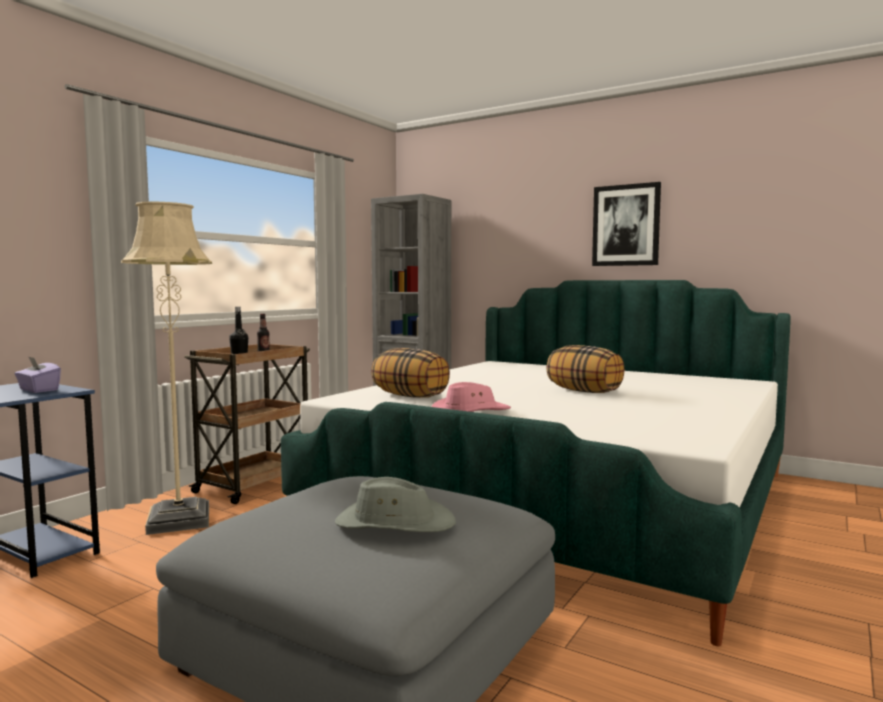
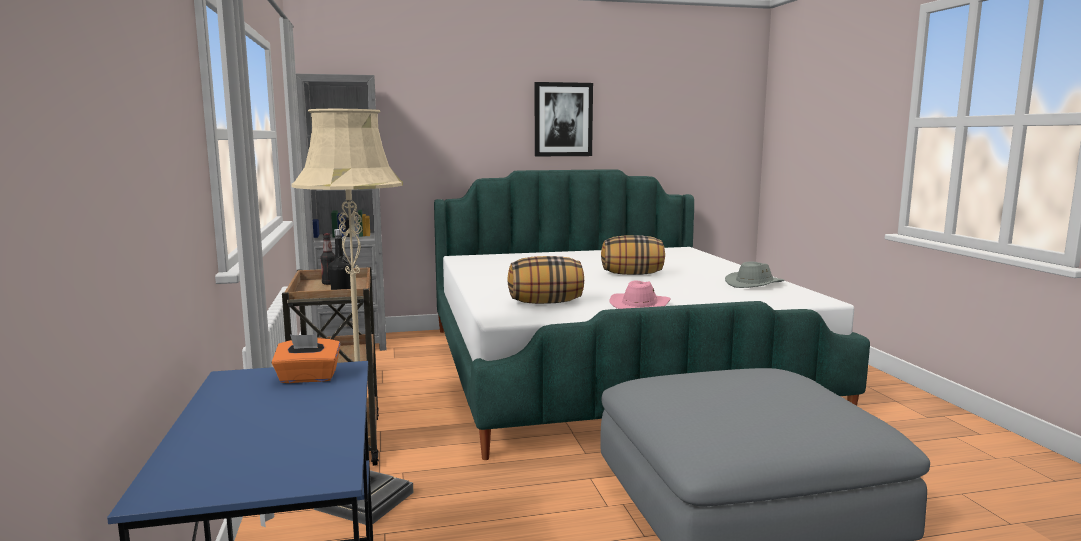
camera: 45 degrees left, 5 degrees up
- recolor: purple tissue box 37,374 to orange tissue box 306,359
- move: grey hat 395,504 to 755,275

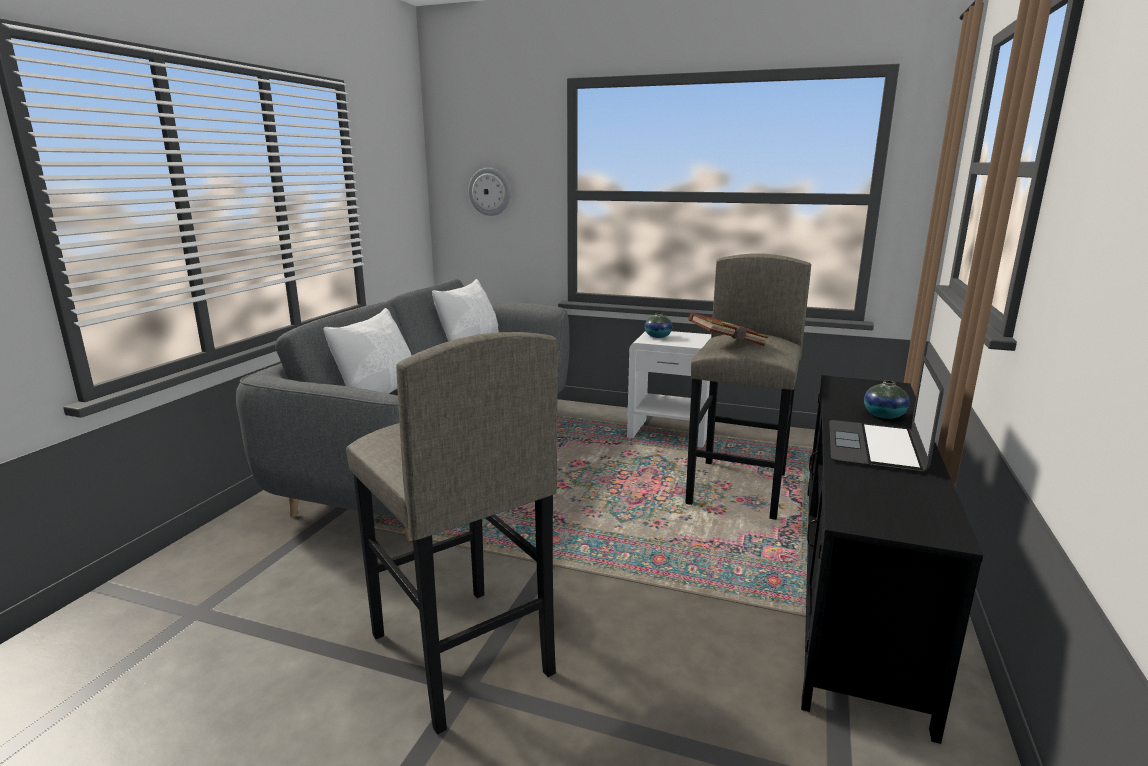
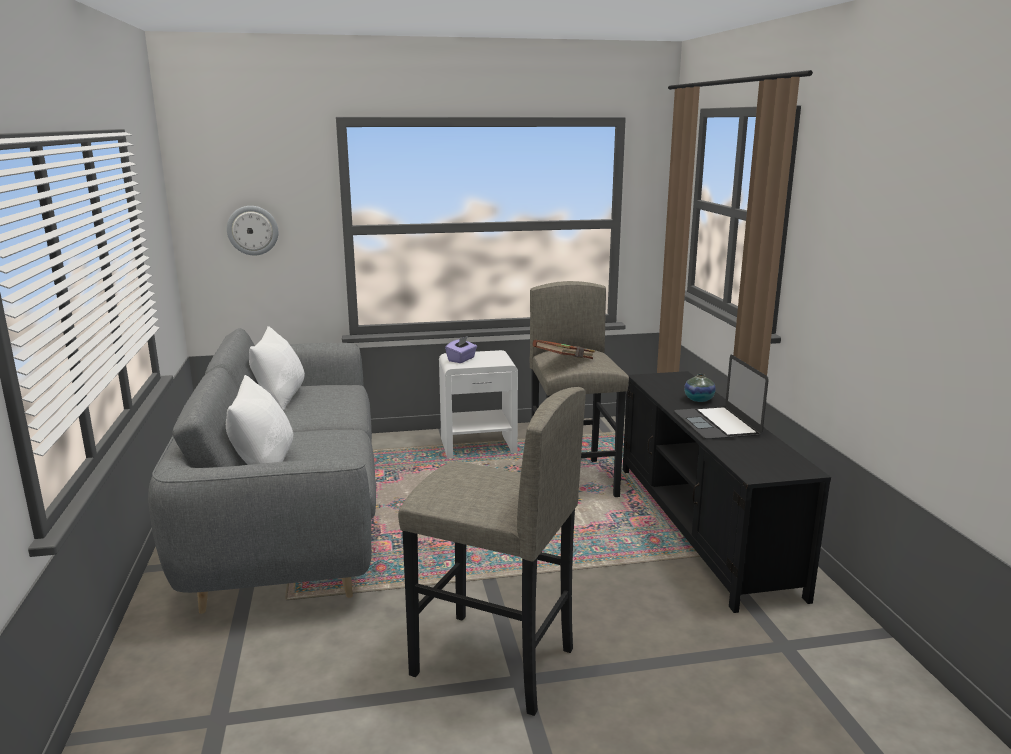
camera: 30 degrees left, 0 degrees up
- replace: vase 658,325 to purple tissue box 461,349

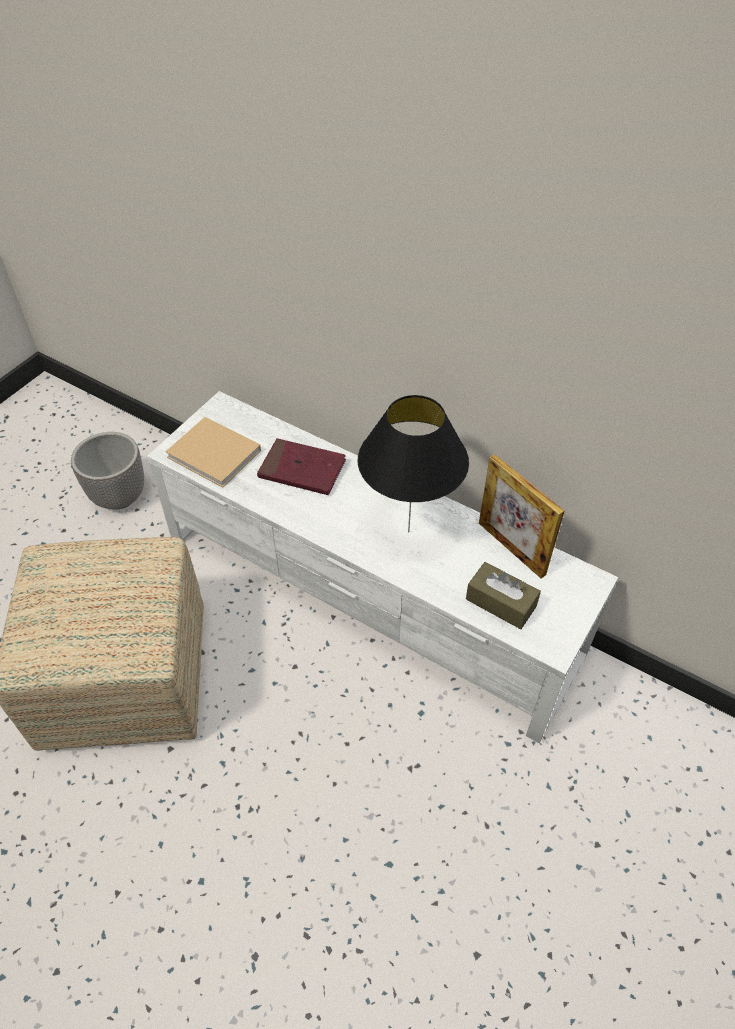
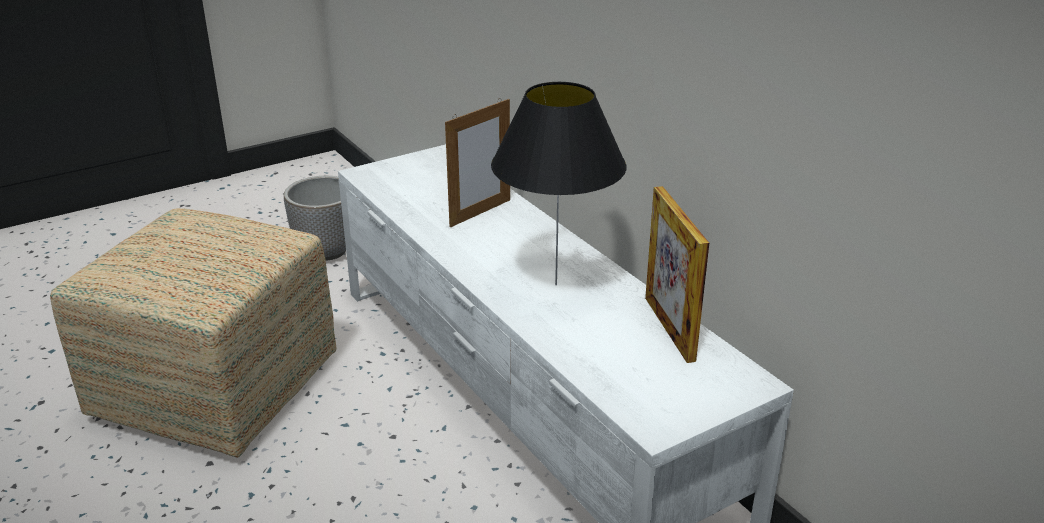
camera: 25 degrees right, 20 degrees down
- delete: beige book 213,452
- replace: red book 301,466 to picture frame 477,163
- delete: brown tissue box 503,595

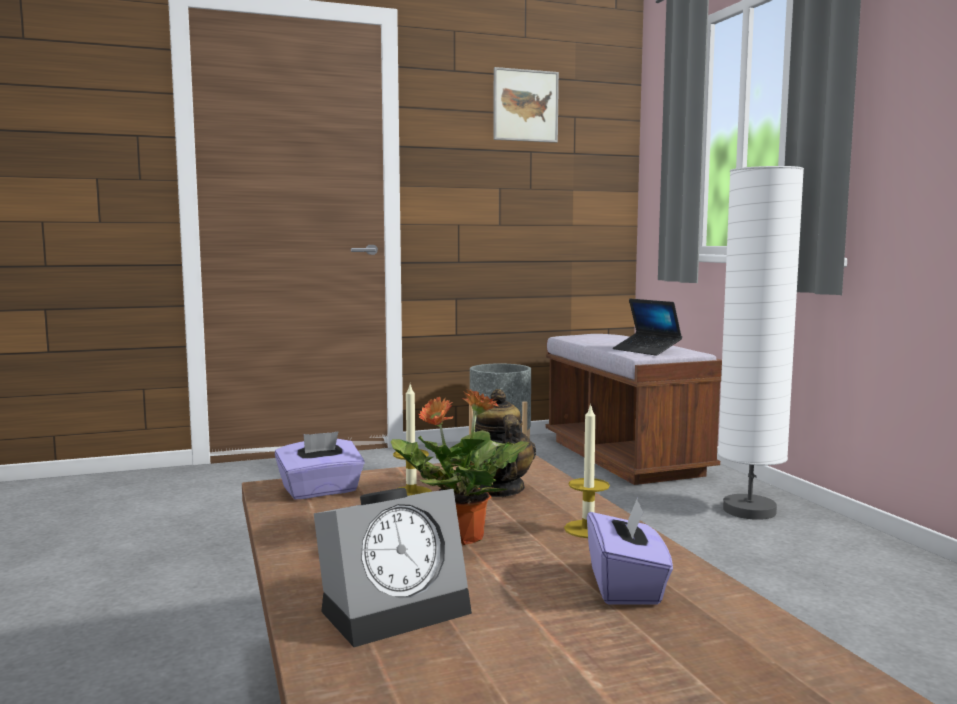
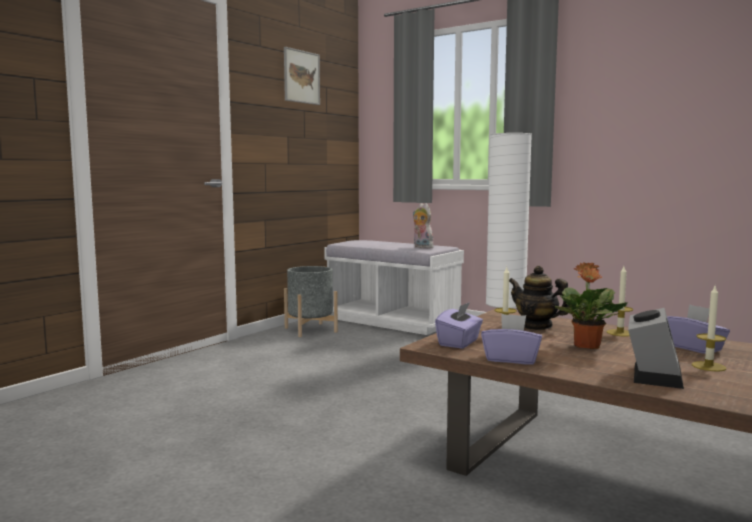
camera: 35 degrees left, 0 degrees up
- replace: laptop 647,327 to plush toy 423,226
- recolor: brown bench 633,409 to white bench 394,287
- insert: candle 709,329
- insert: purple tissue box 511,339

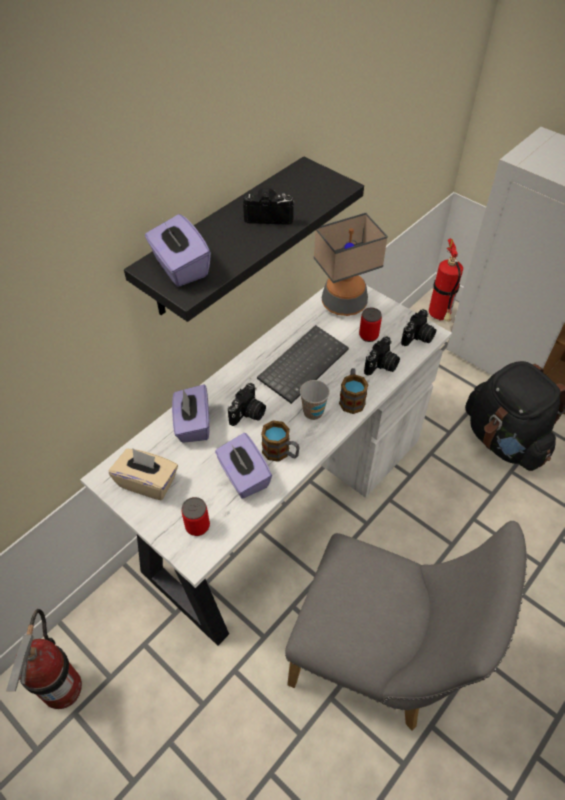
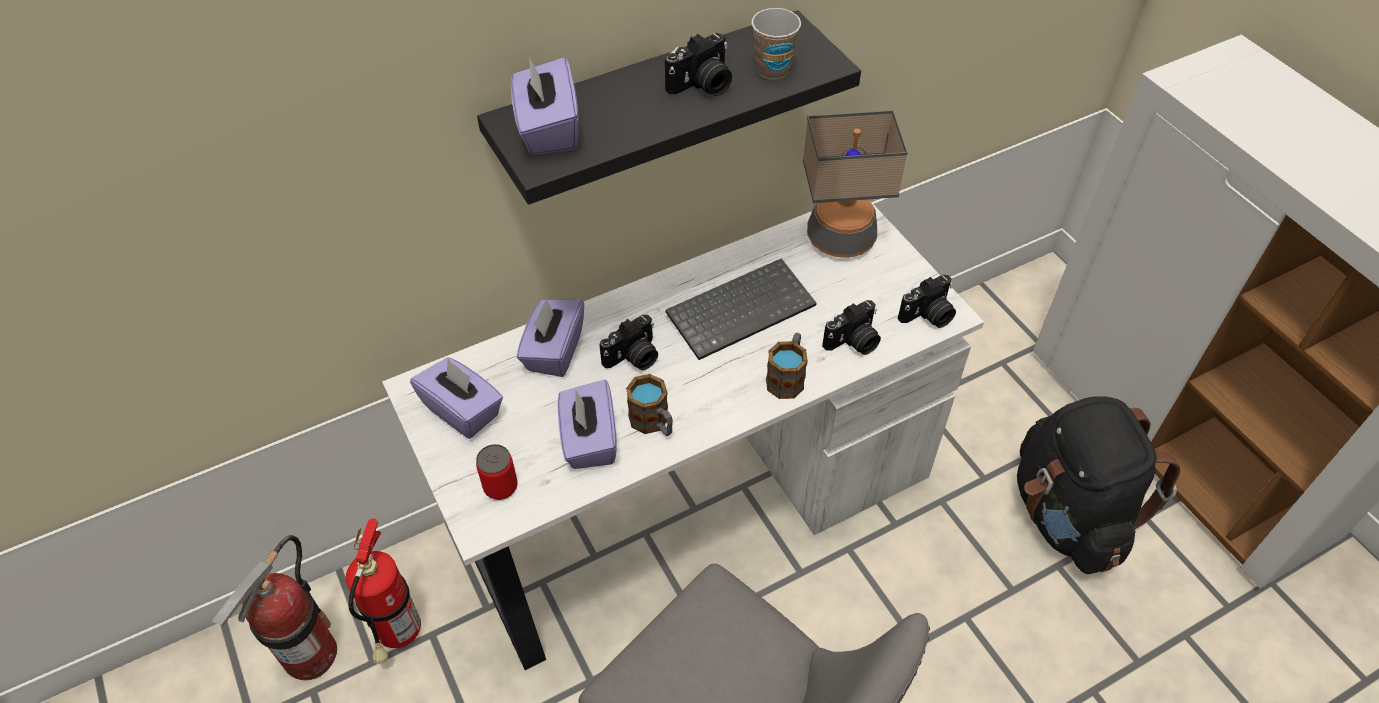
camera: 20 degrees right, 0 degrees up
- rotate: photo camera 268,206 = 698,64 120 degrees clockwise
- move: fire extinguisher 446,280 to 383,591
- delete: can 370,325
- move: cup 315,400 to 776,44
- recolor: beige tissue box 143,474 to purple tissue box 456,398

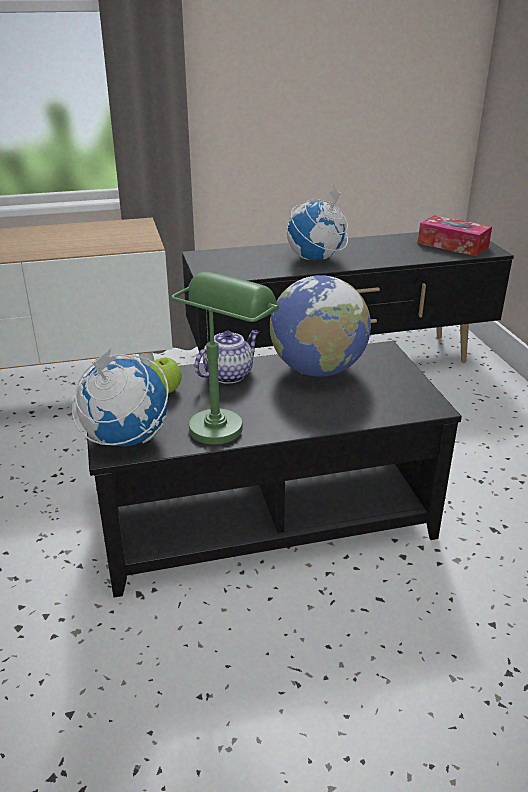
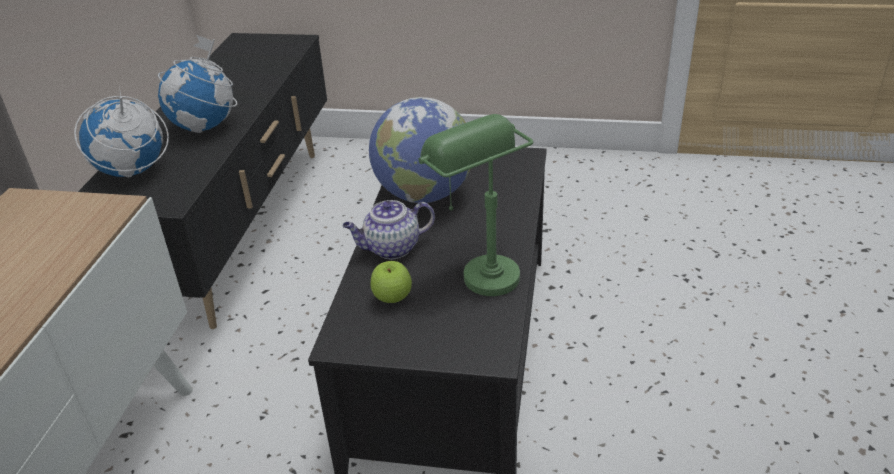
camera: 65 degrees left, 5 degrees up
- delete: tissue box 455,235
- rotate: teapot 226,357 = 389,230 90 degrees counterclockwise
- move: globe 120,397 to 121,131

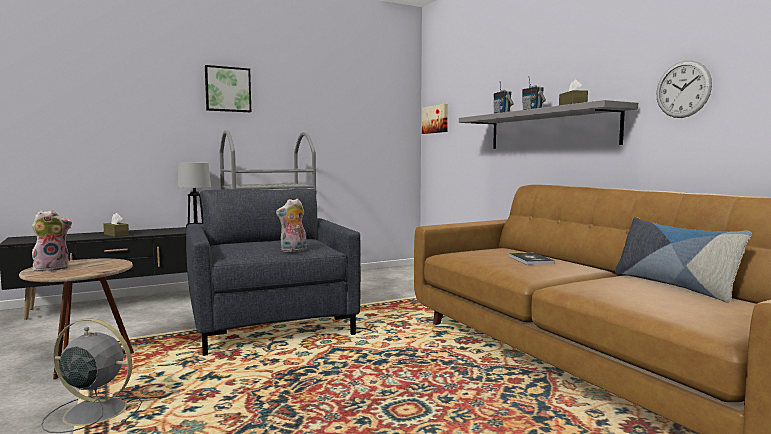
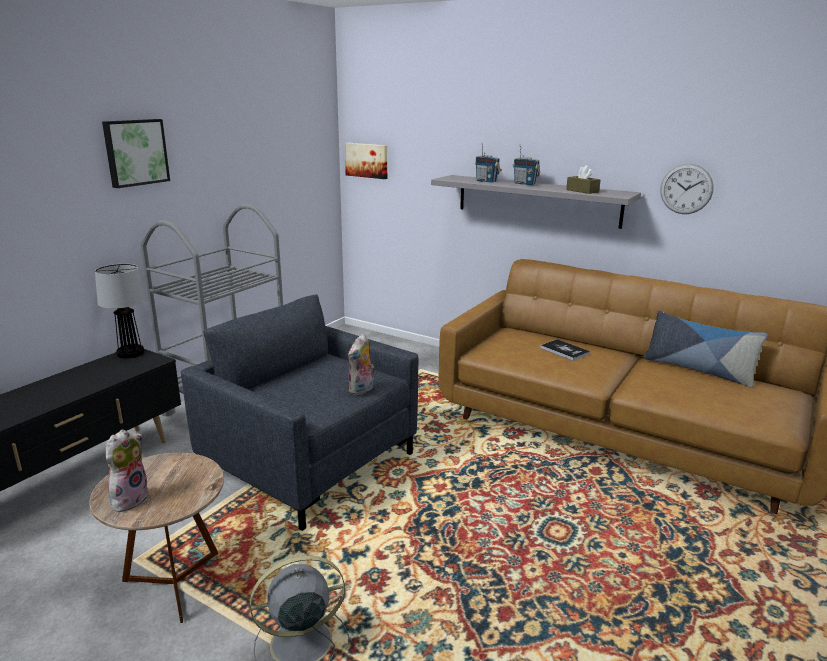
camera: 30 degrees left, 15 degrees up
- delete: brown tissue box 116,225

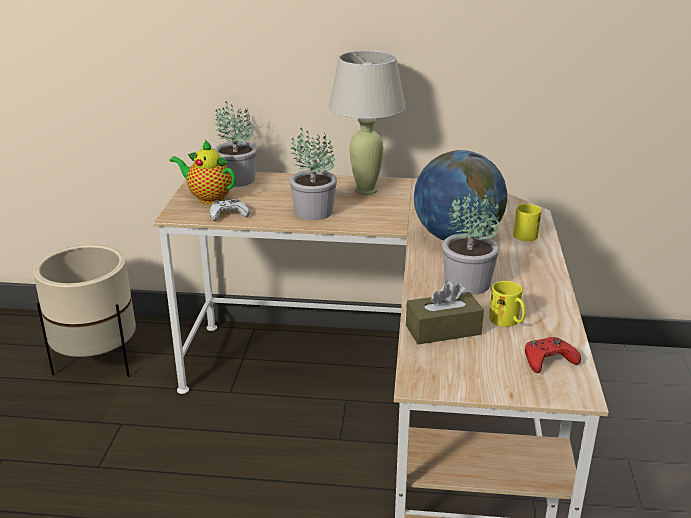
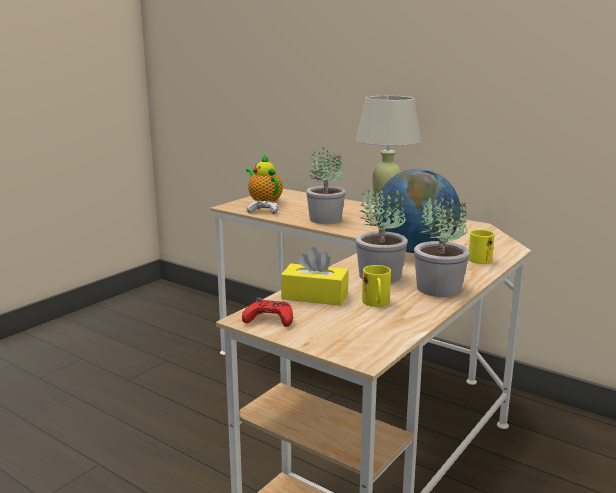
camera: 30 degrees right, 10 degrees down
- move: potted plant 235,144 to 442,243
- delete: beige planter 84,310
- recolor: brown tissue box 445,312 to yellow tissue box 315,276
- move: red game controller 553,355 to 267,312

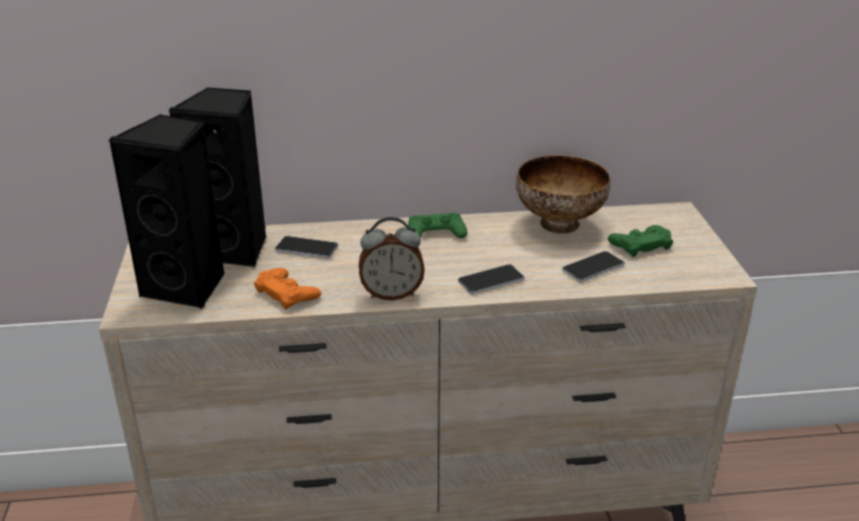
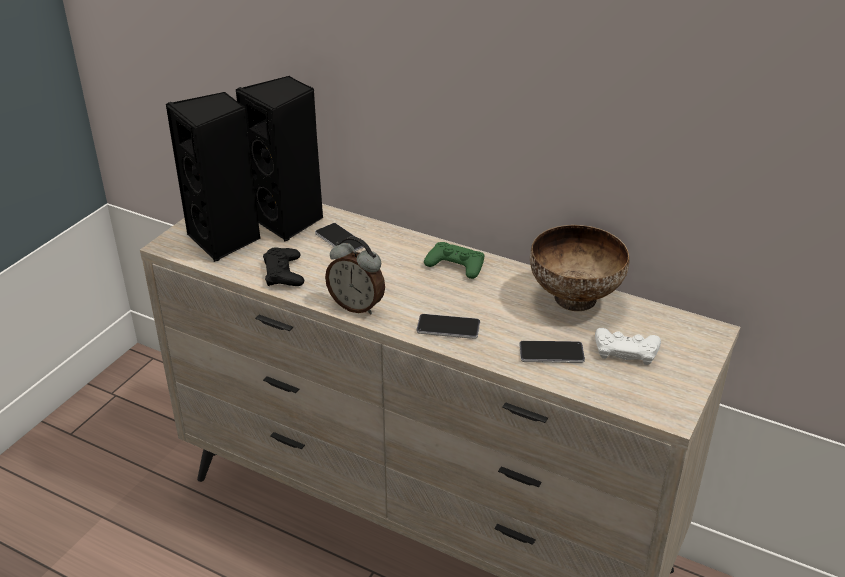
camera: 35 degrees right, 5 degrees up
- recolor: green game controller 640,241 to white game controller 628,346
- recolor: orange game controller 287,289 to black game controller 284,266

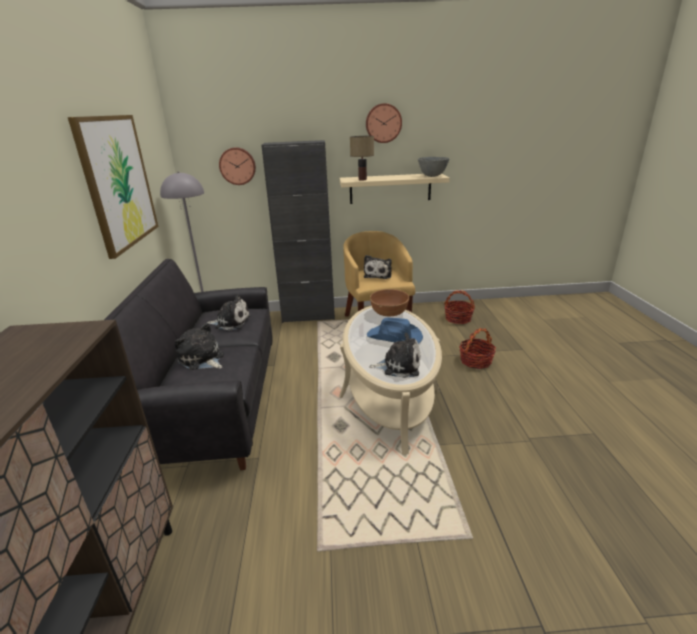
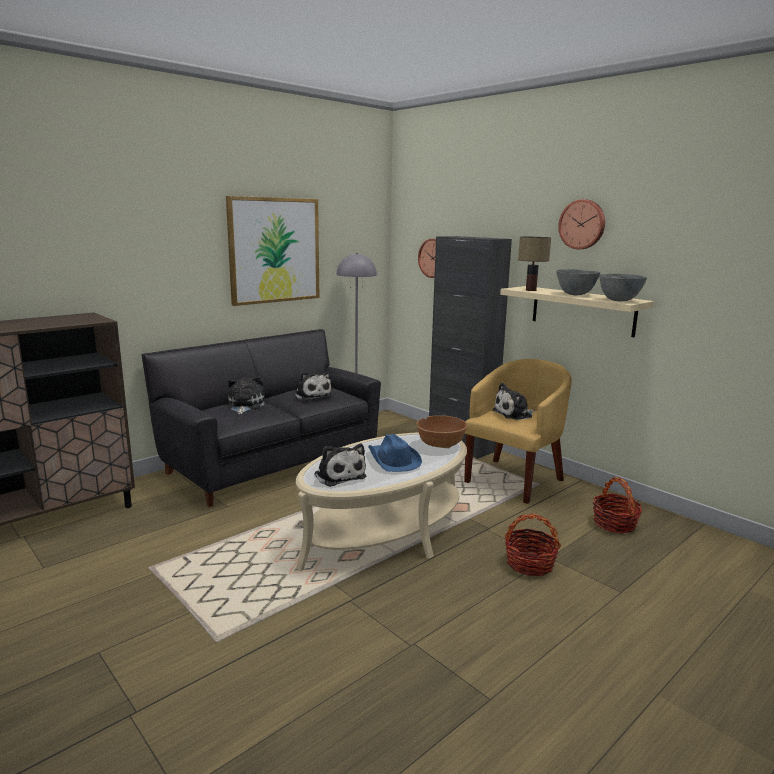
camera: 50 degrees right, 10 degrees down
- insert: grey bowl 578,282

